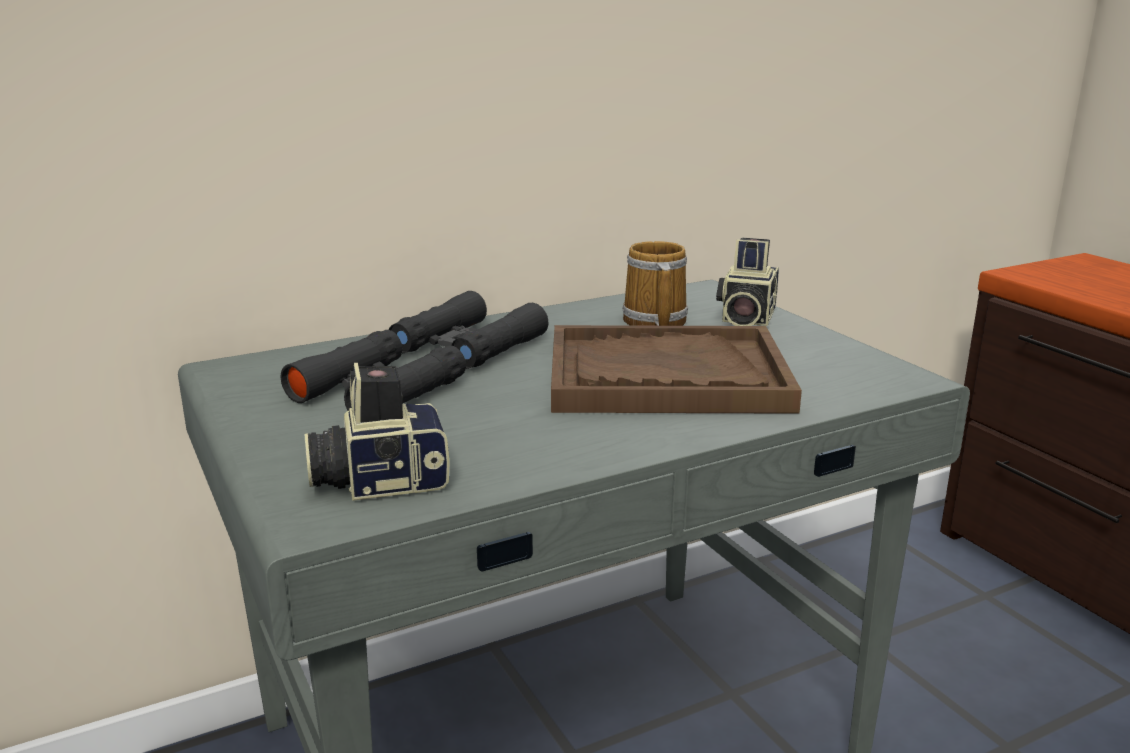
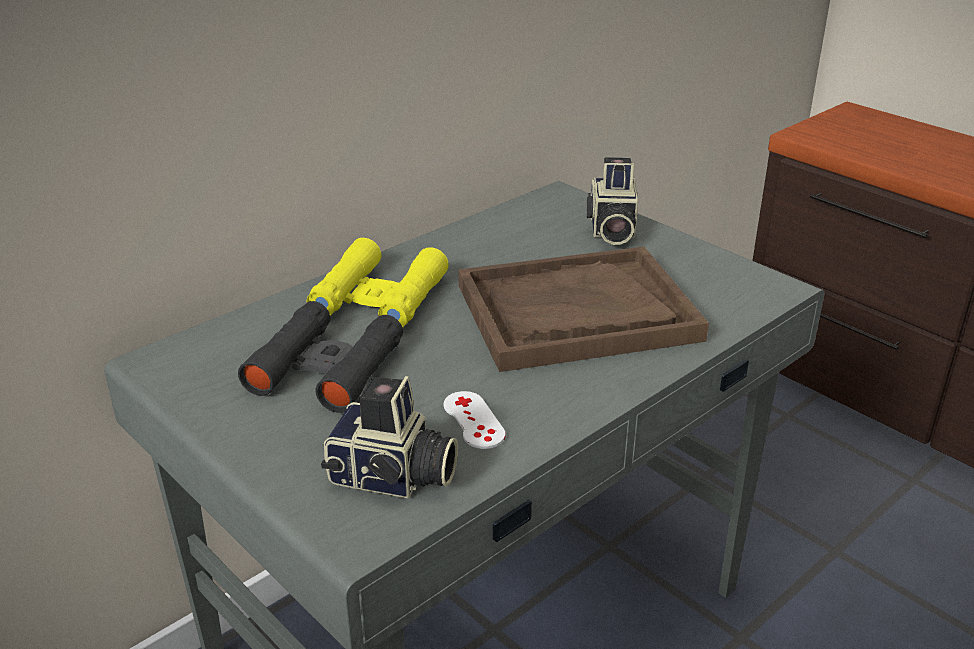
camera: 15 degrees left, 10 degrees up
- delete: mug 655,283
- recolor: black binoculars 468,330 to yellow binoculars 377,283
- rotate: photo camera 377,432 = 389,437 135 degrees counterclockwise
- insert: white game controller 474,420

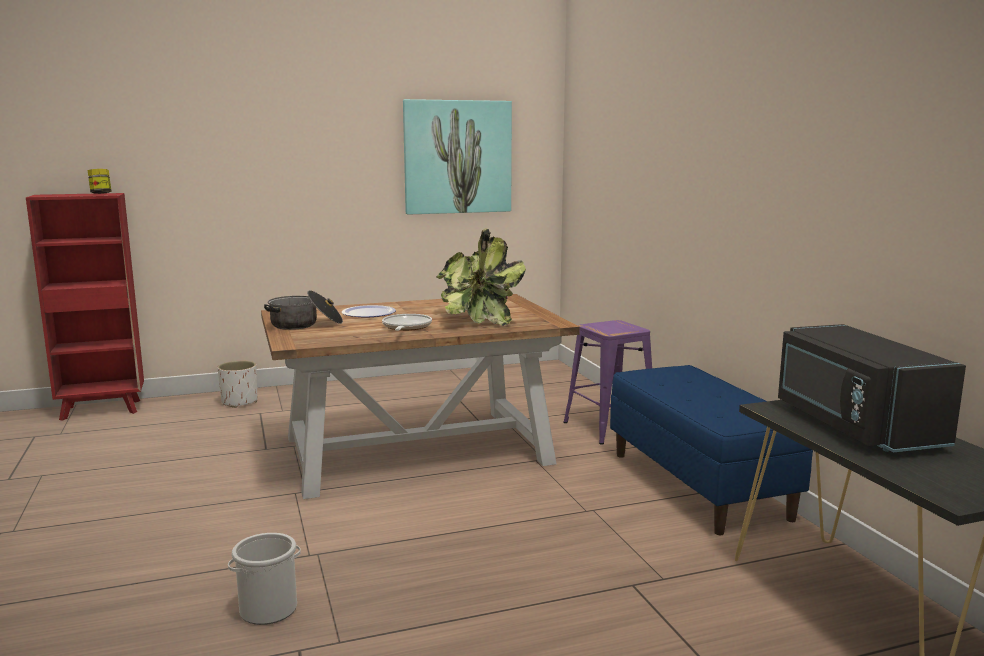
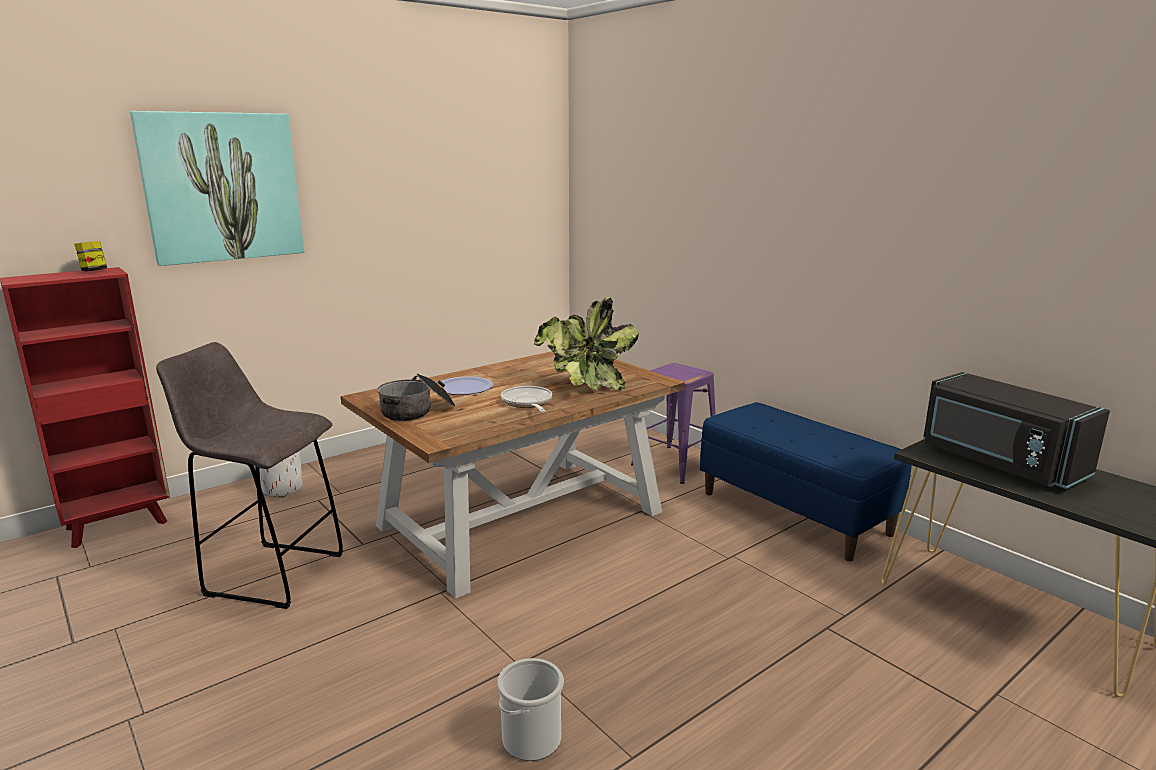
camera: 20 degrees left, 5 degrees up
- move: picture 457,157 to 217,188
- insert: grey stool 249,475

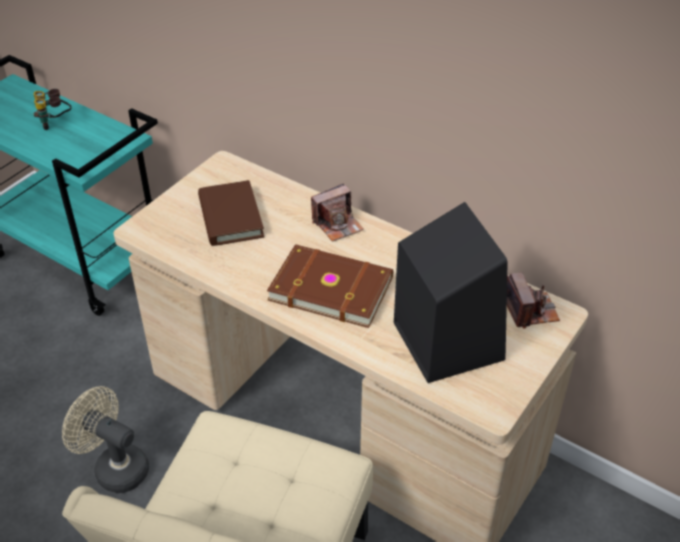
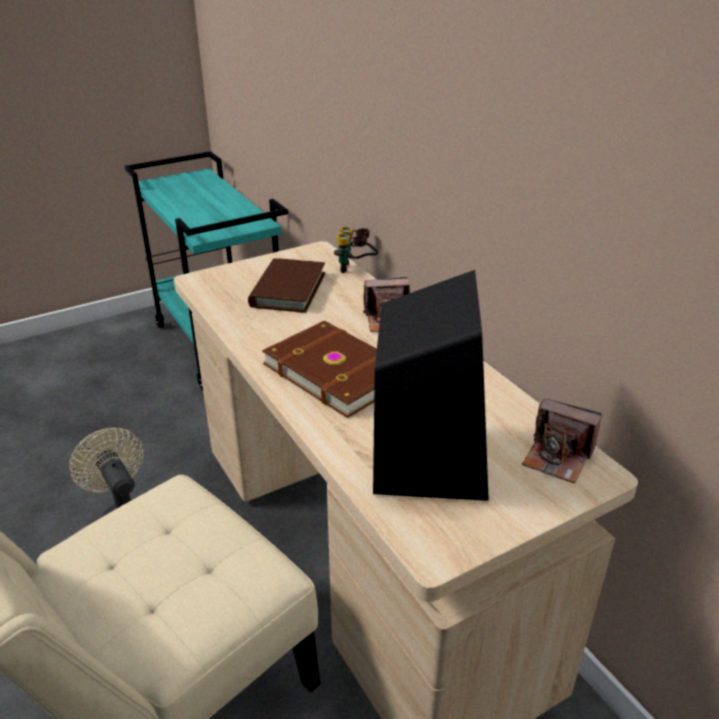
camera: 25 degrees right, 10 degrees down
- move: binoculars 52,109 to 356,250
- rotate: photo camera 533,301 = 562,441 105 degrees clockwise

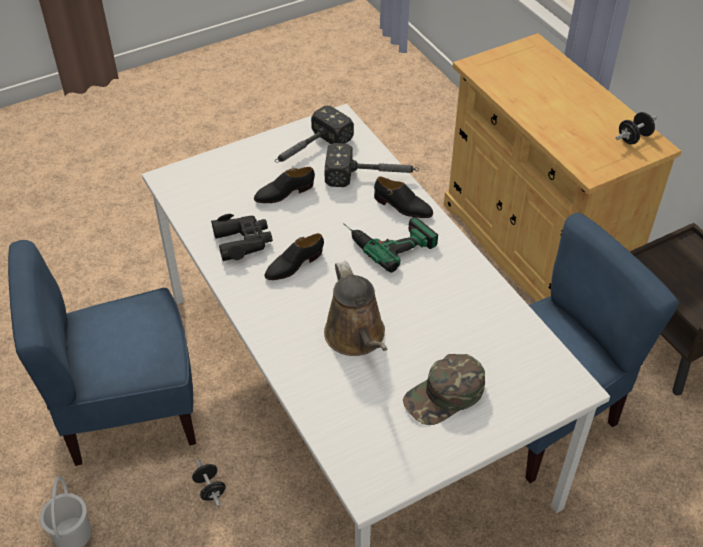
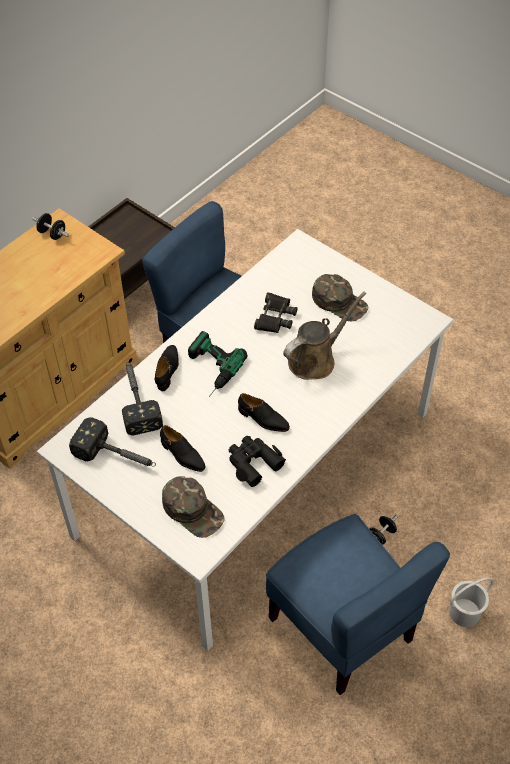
camera: 110 degrees left, 5 degrees up
- insert: black binoculars 275,312
- insert: green cap 193,507

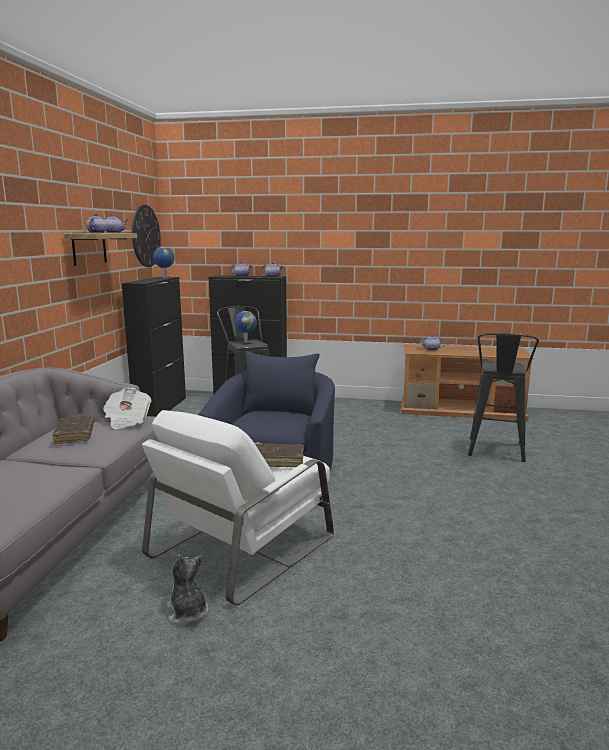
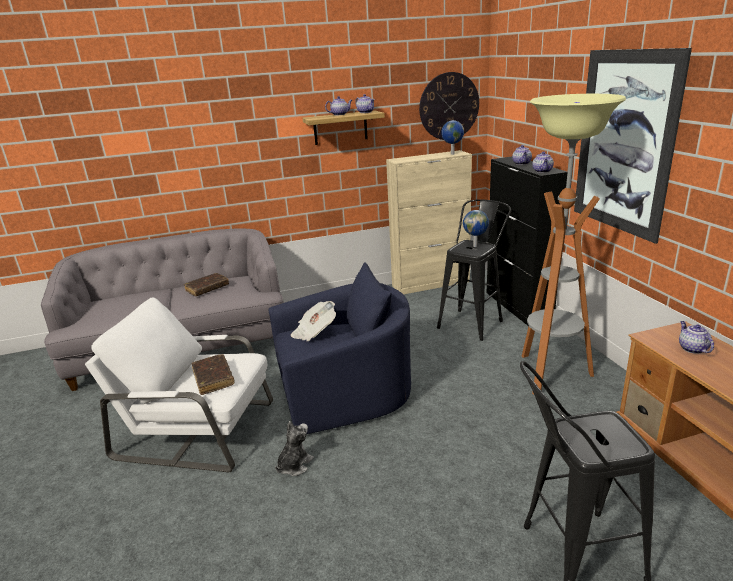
camera: 65 degrees right, 10 degrees up
- recolor: black cabinet 154,347 to beige cabinet 429,222
- move: newspaper 127,408 to 313,321
- move: plush toy 188,589 to 294,448
- insert: picture 633,146
- insert: floor lamp 573,244

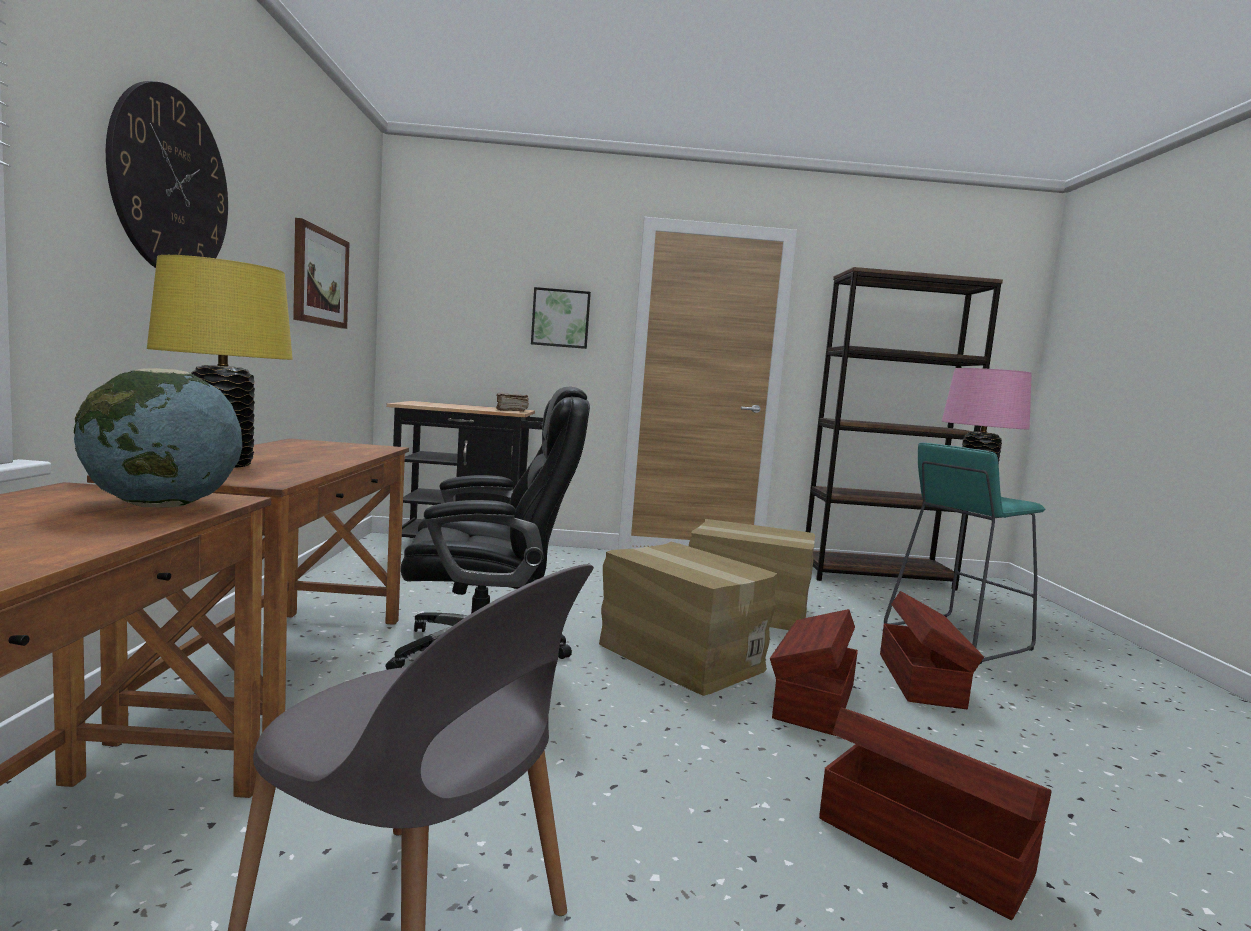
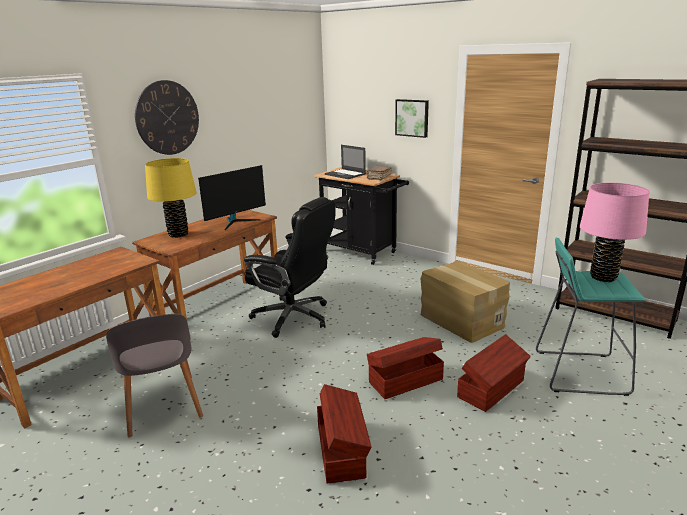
camera: 40 degrees right, 15 degrees up
- delete: picture 321,273
- delete: globe 158,438
- delete: cardboard box 688,619
- insert: laptop 345,162
- insert: monitor 232,197

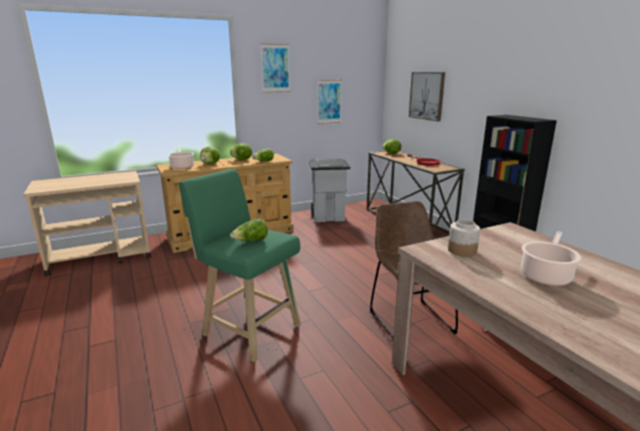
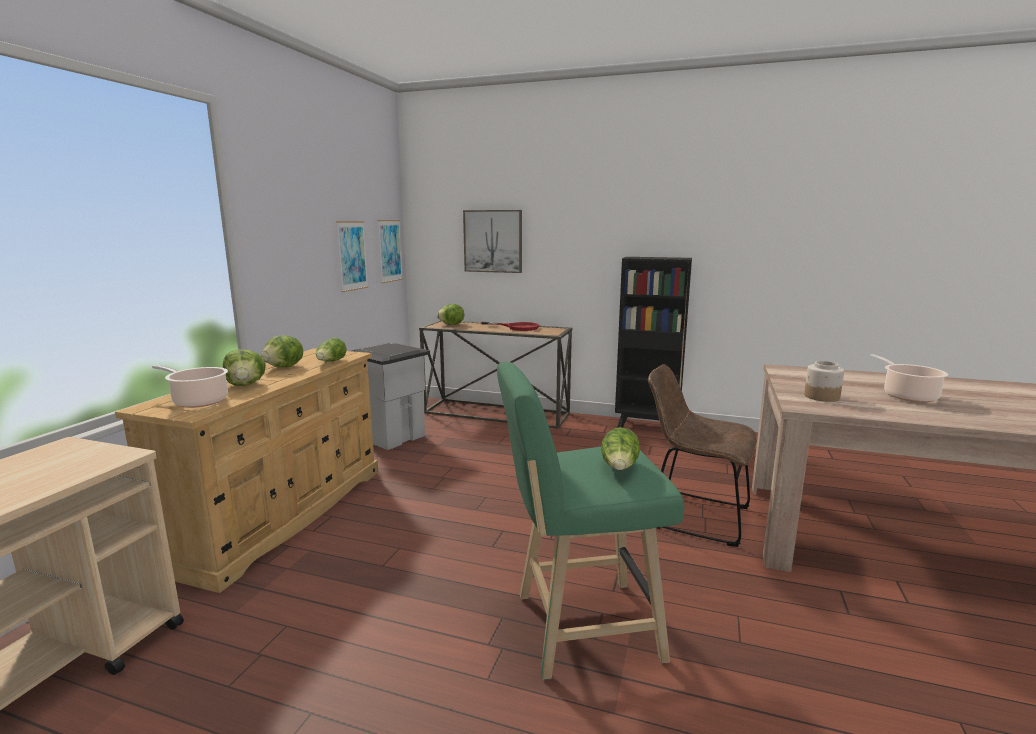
camera: 45 degrees left, 5 degrees down
- move: picture 275,68 to 390,251

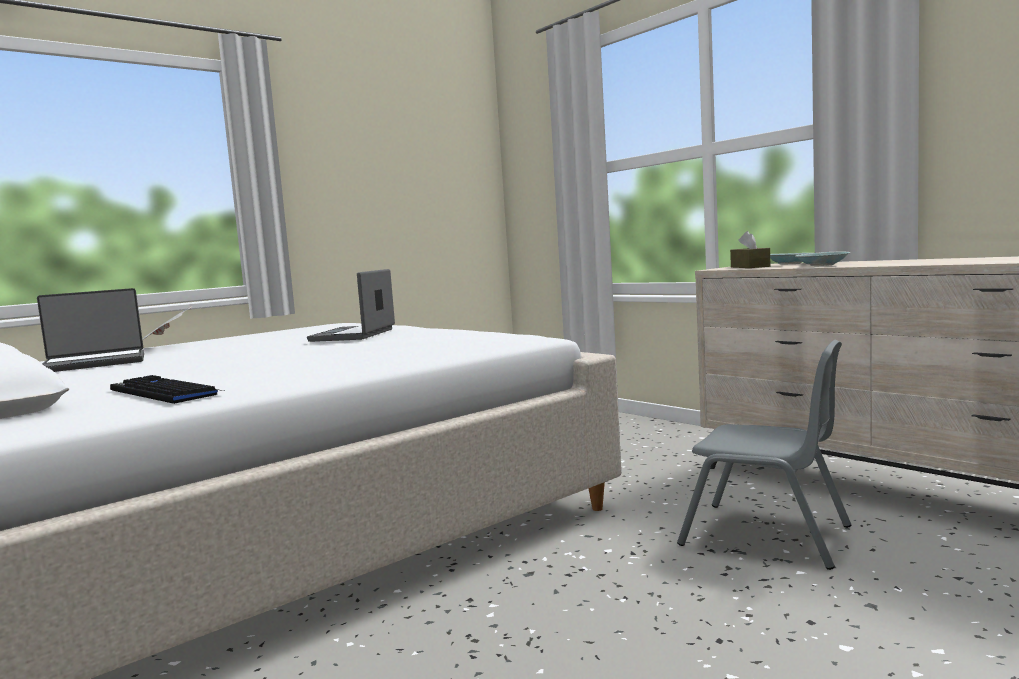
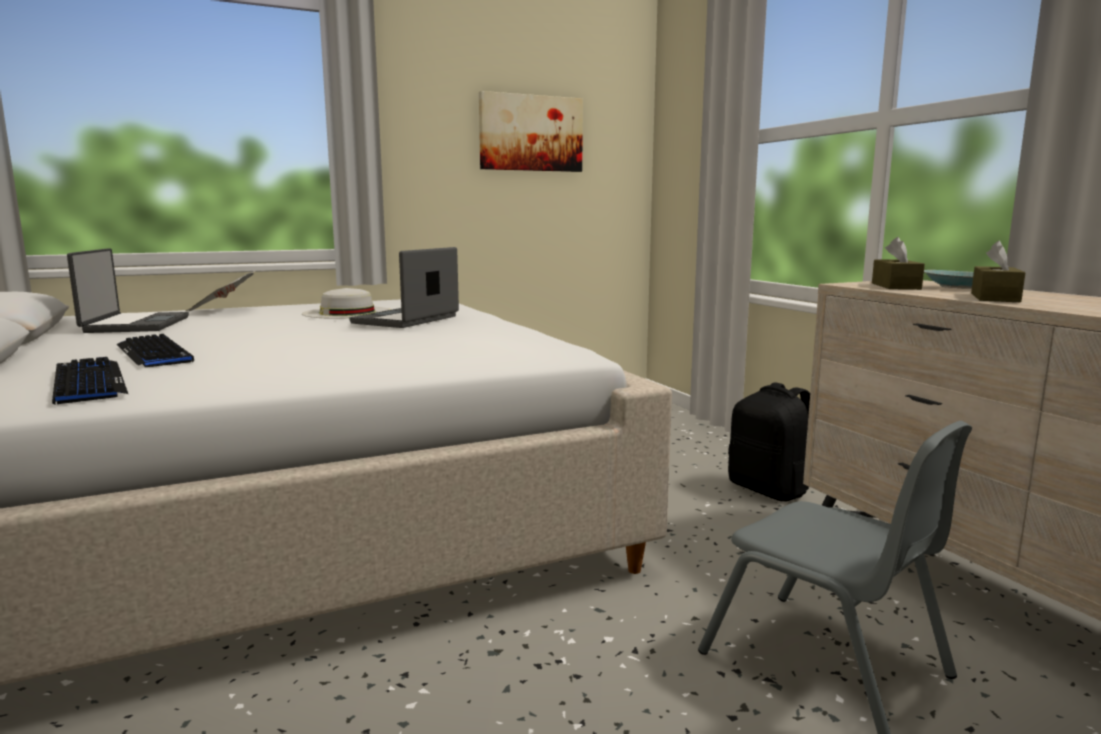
camera: 15 degrees right, 5 degrees up
- replace: turquoise bowl 822,258 to brown tissue box 998,271
- rotate: laptop 90,330 = 128,290 90 degrees counterclockwise
- insert: picture 531,131
- insert: white hat 346,303
- insert: keyboard 155,350
- insert: black backpack 769,442

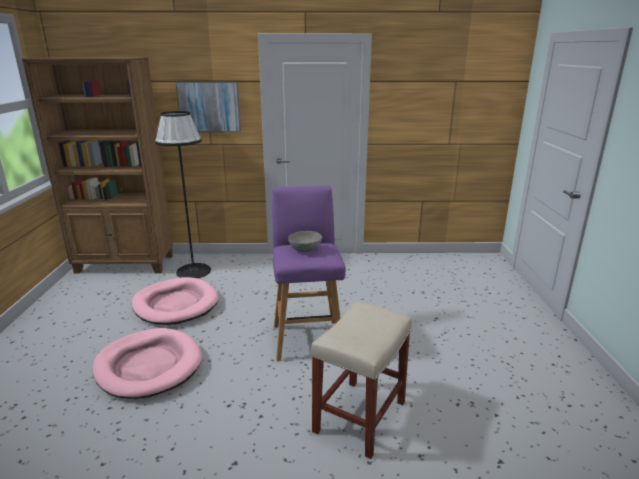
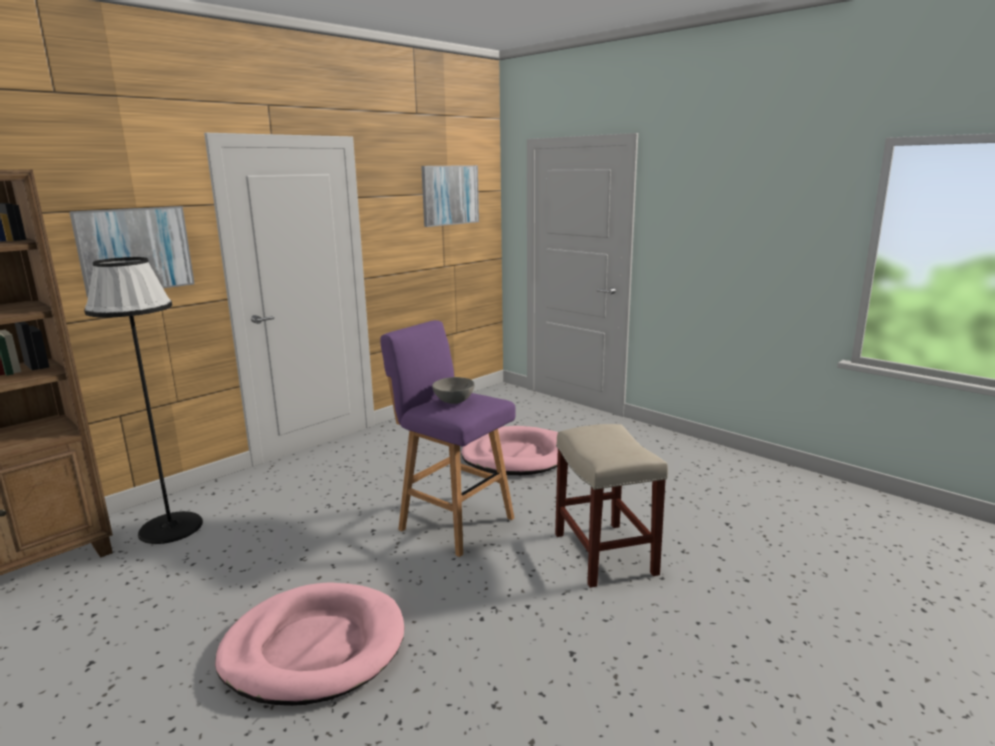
camera: 45 degrees left, 5 degrees down
- move: pink dog bed 175,301 to 509,450
- insert: picture 450,196

